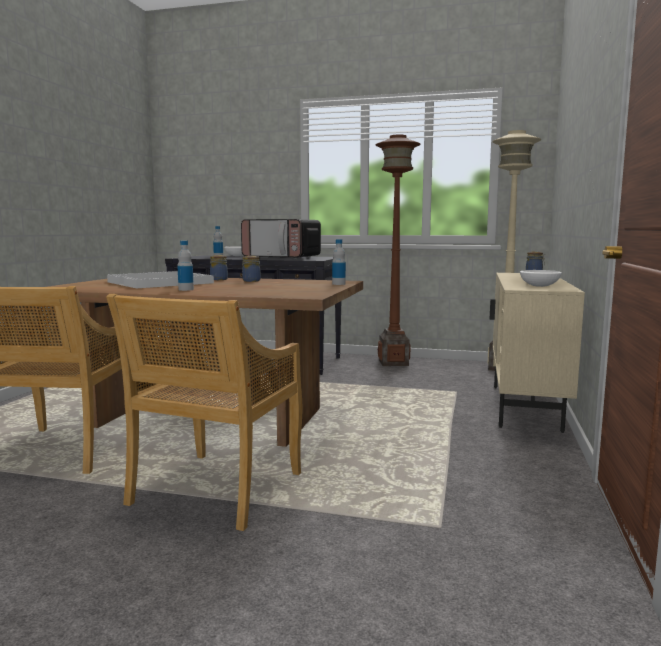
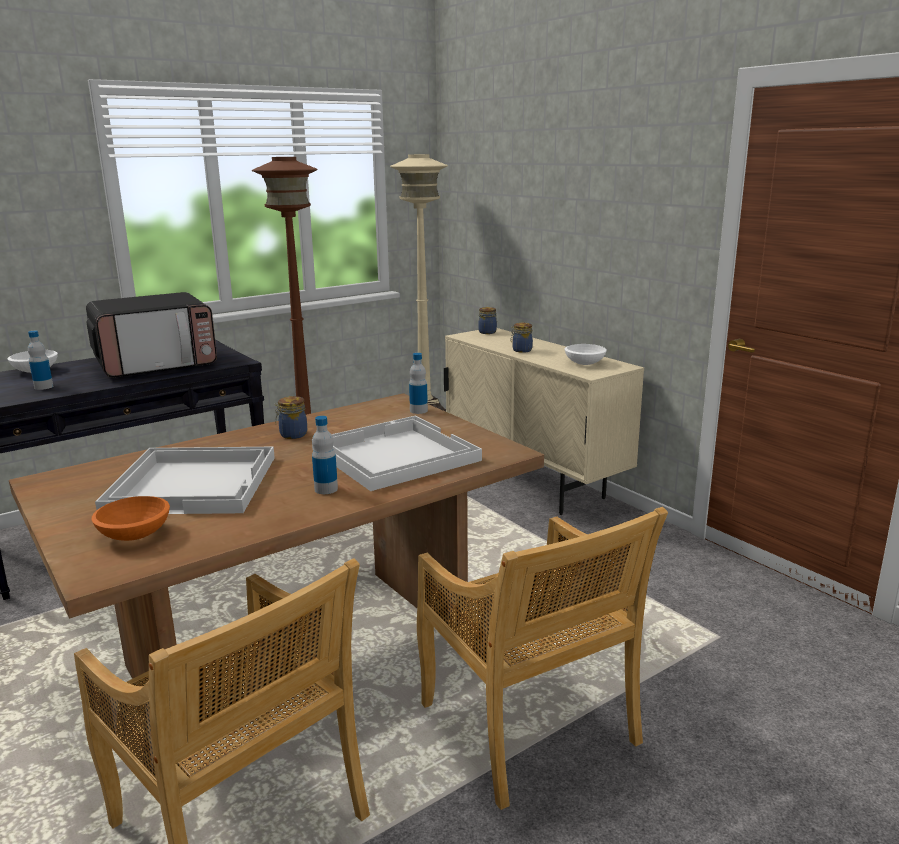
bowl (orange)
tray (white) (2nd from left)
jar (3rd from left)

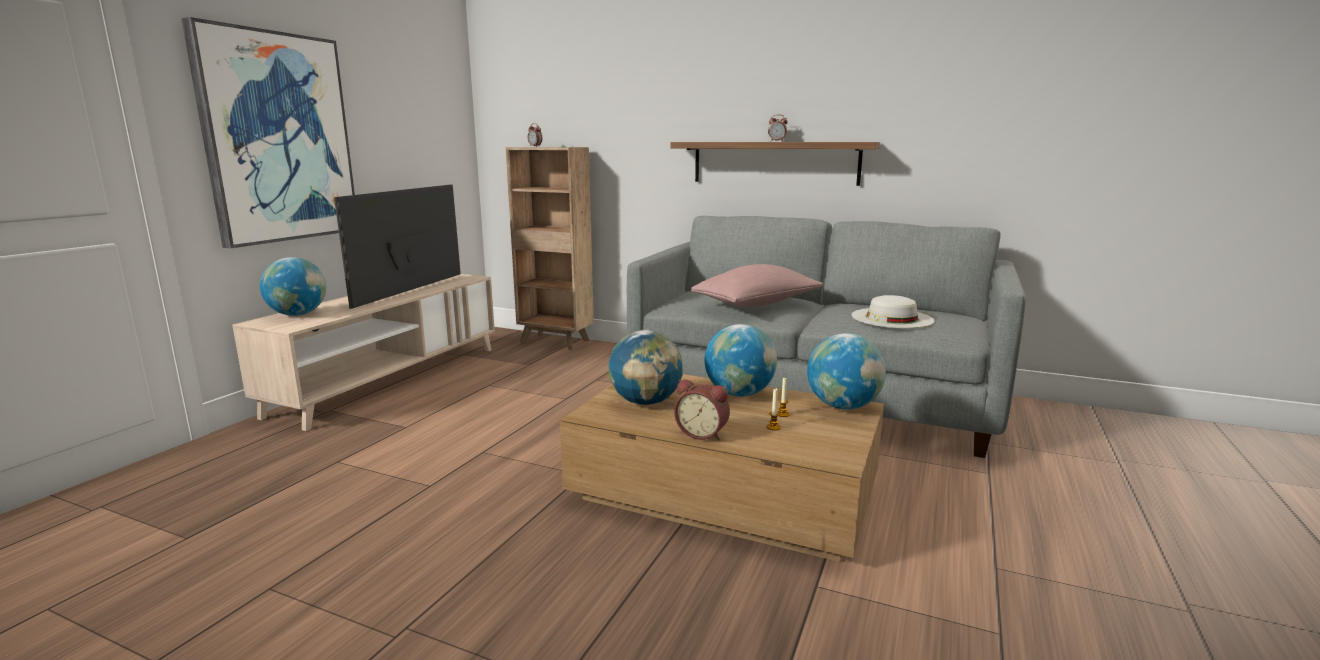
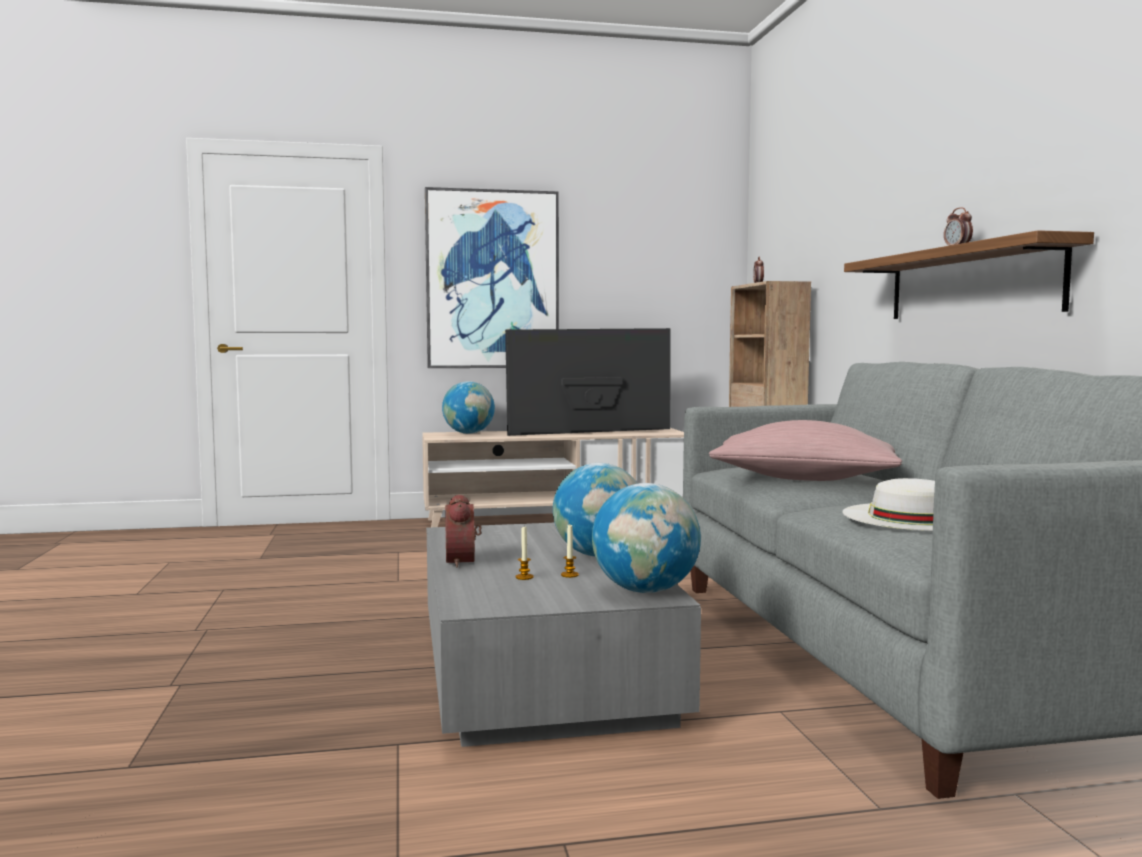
coffee table (grey)
globe (2nd from left in the first image)

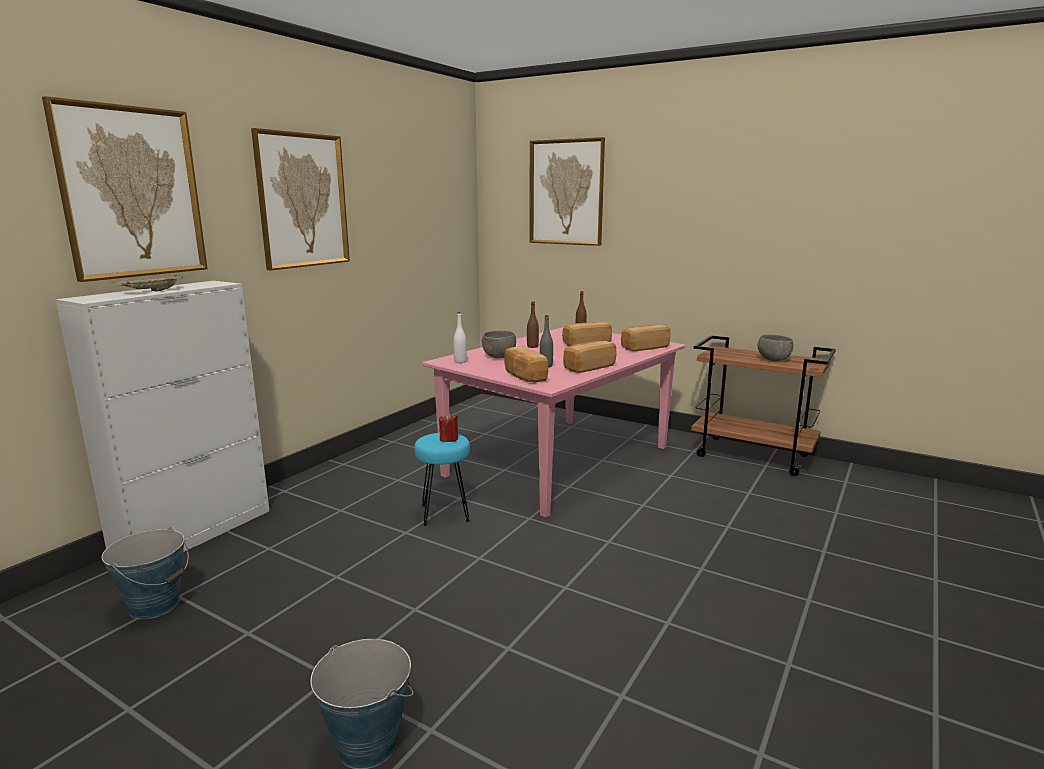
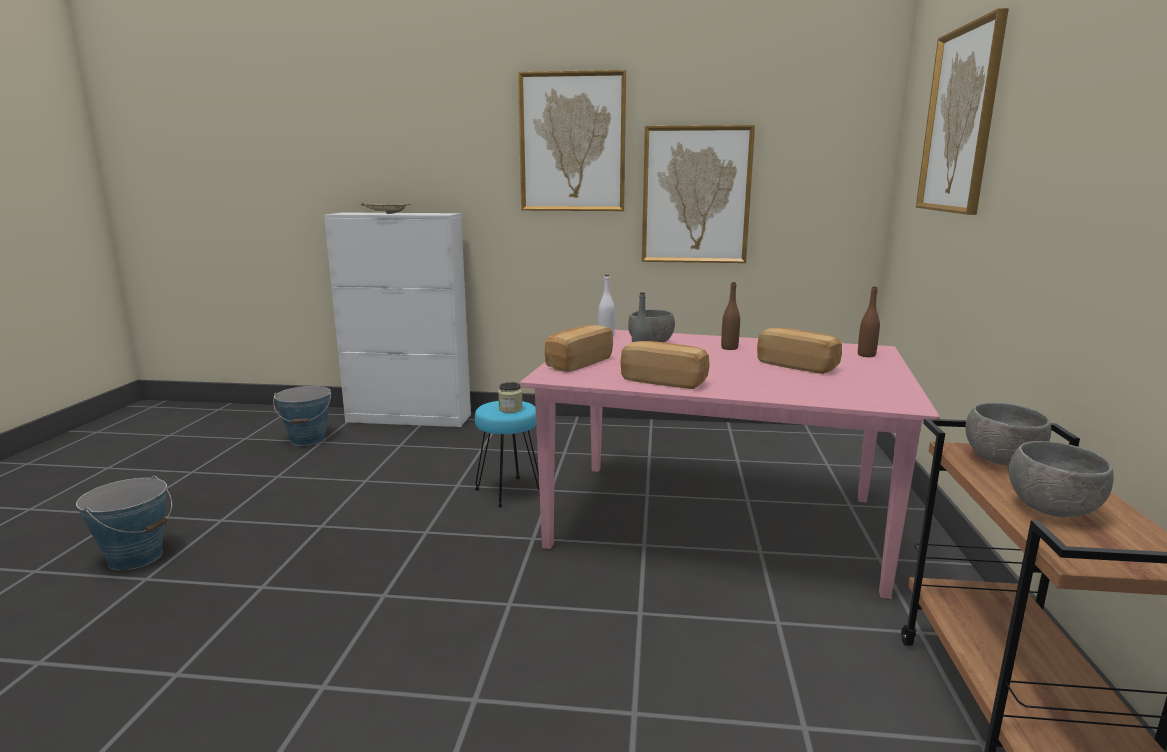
jar
picture (2nd from left)
bowl (grey) (2nd from left)
bread (4th from left in the first image)

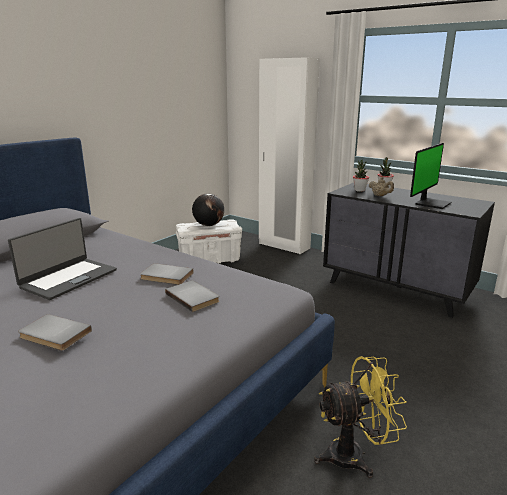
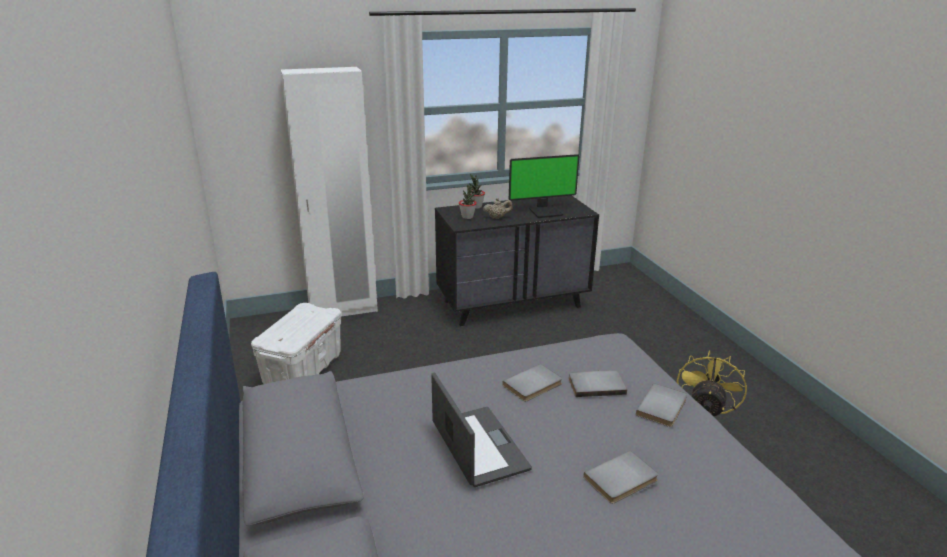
monitor
book (grey) (4th from left)
globe

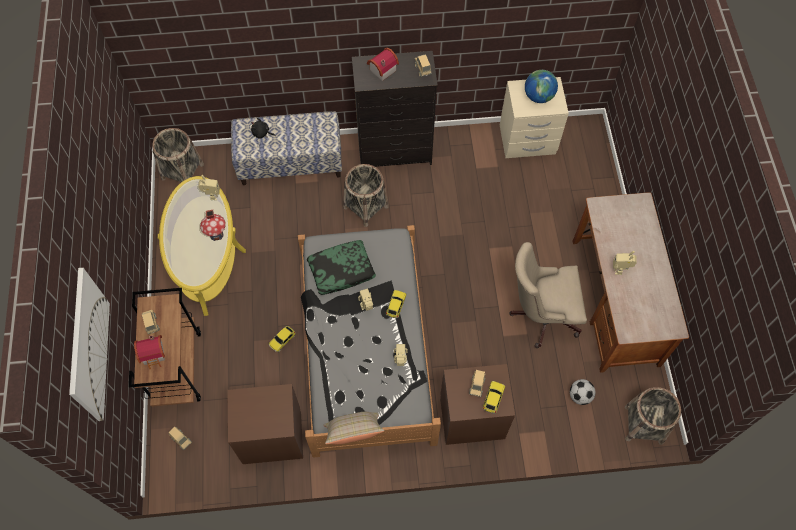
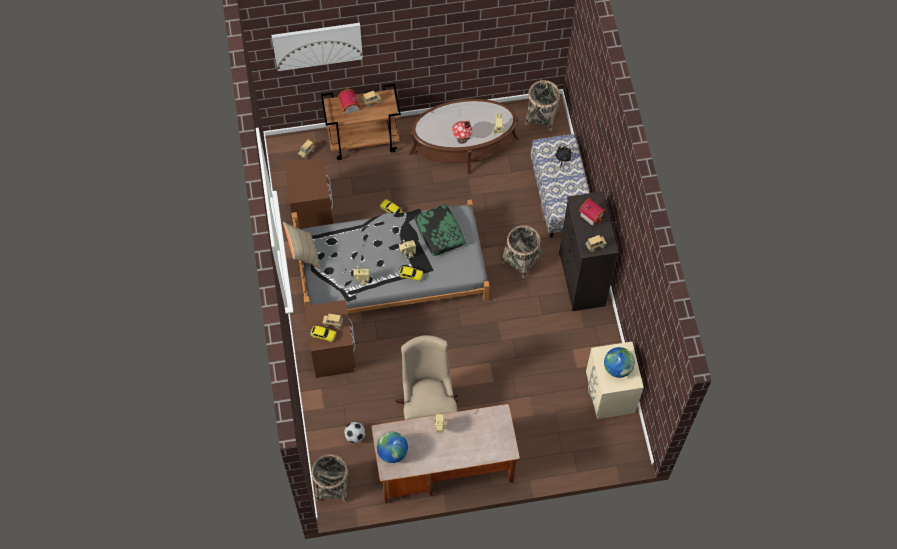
globe (1st from left)
coffee table (brown)

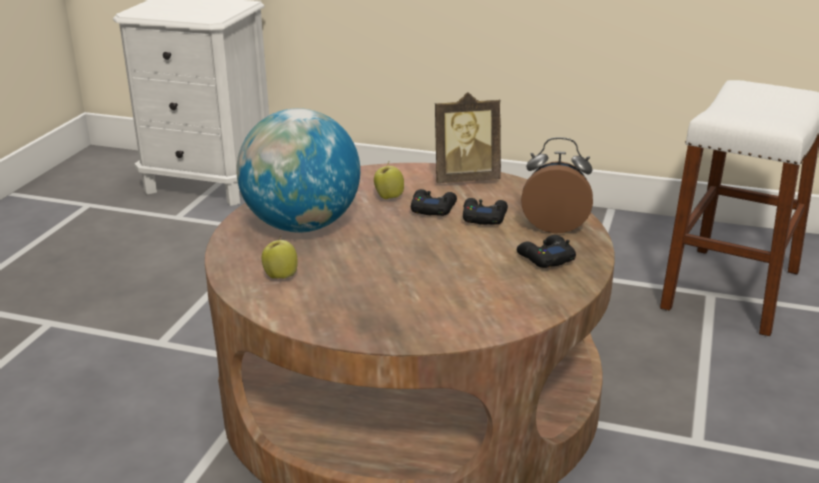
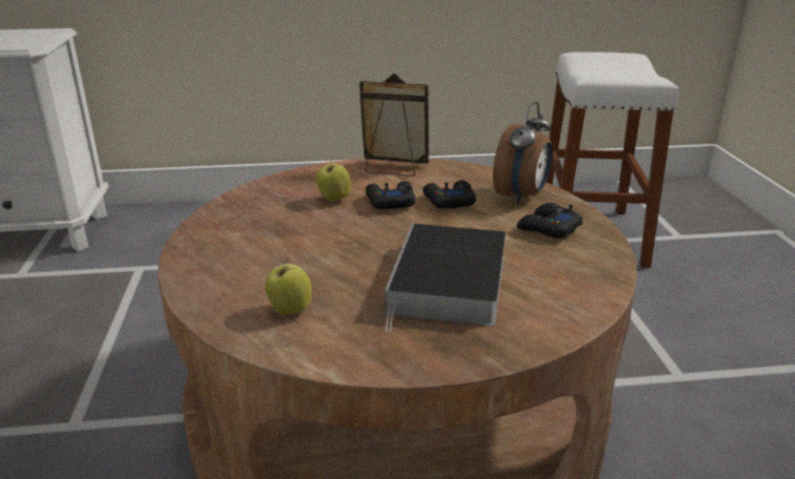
picture frame
book
alarm clock
globe

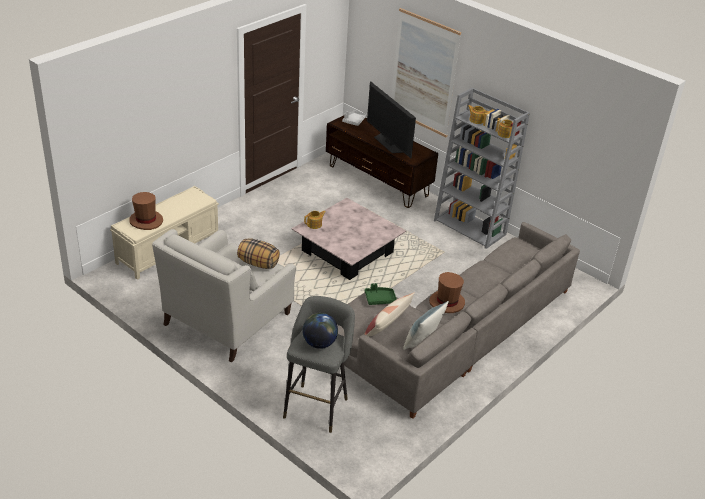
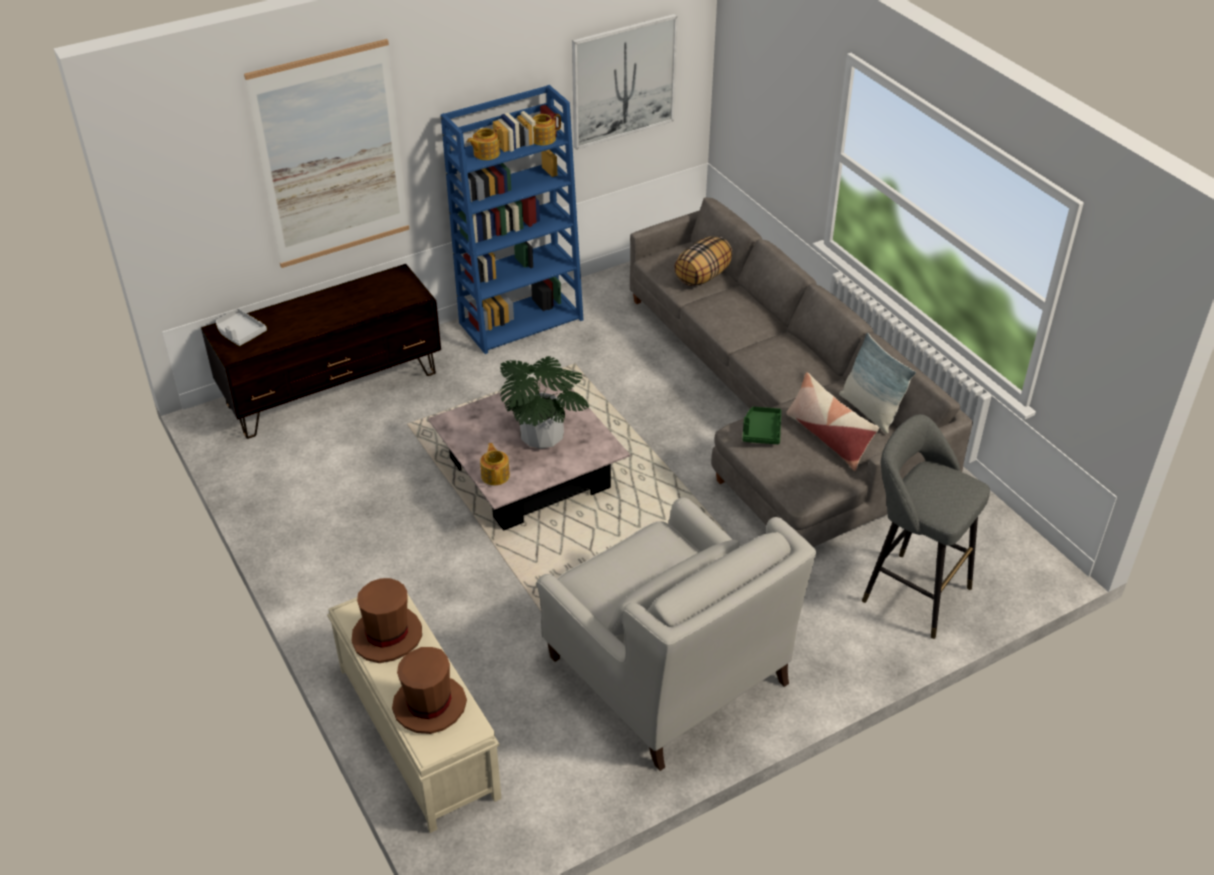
hat (brown) (1st from left)
bookcase (blue)
potted plant
picture (2nd from left)
pillow (1st from left)
globe
television

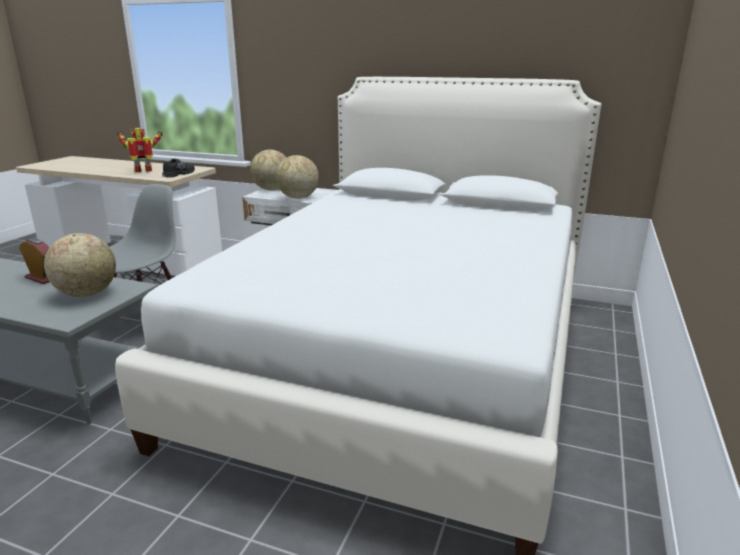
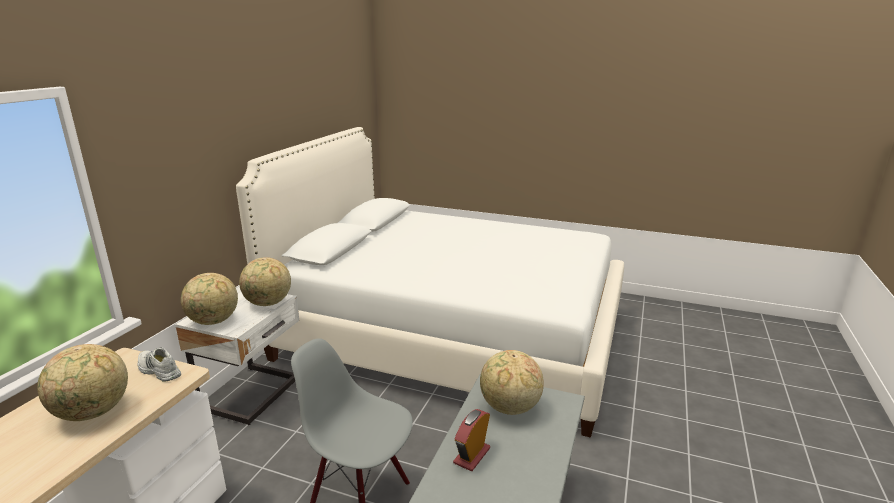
globe (1st from left)
shoe (white)

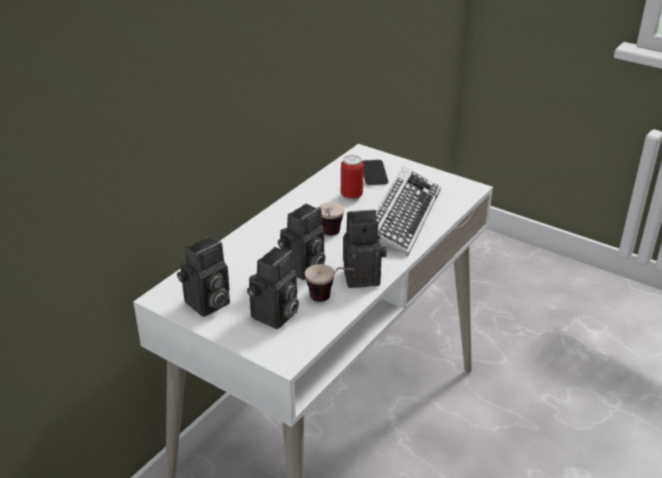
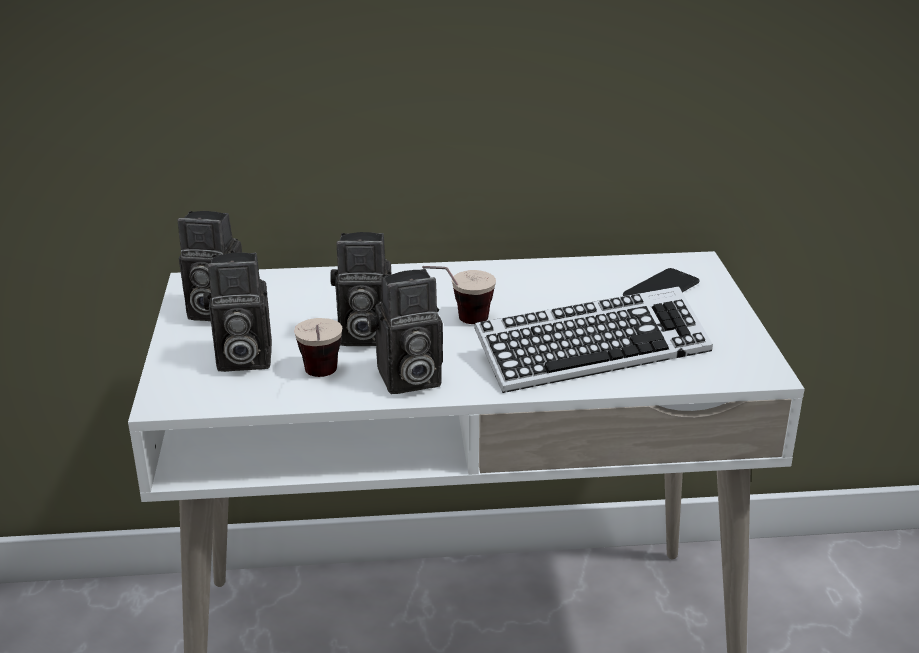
photo camera (4th from left)
can

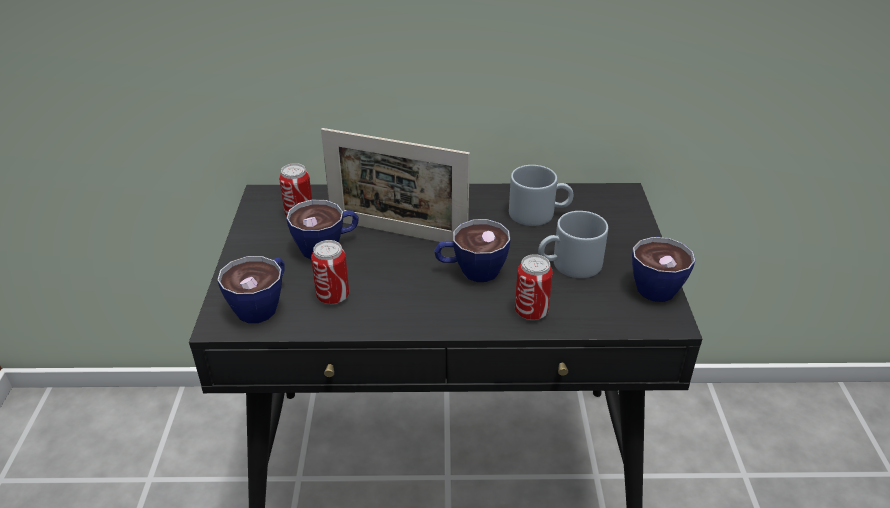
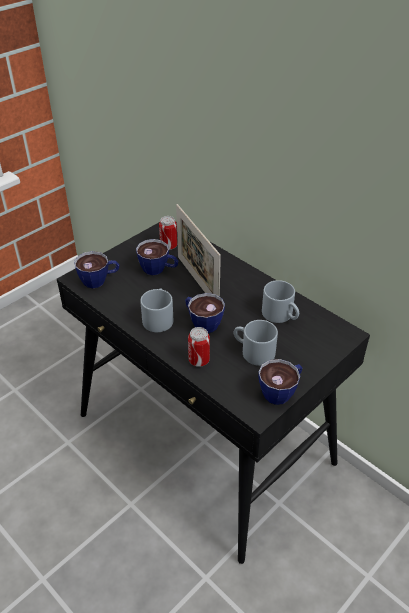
mug (grey) (1st from left)
can (2nd from left in the first image)

